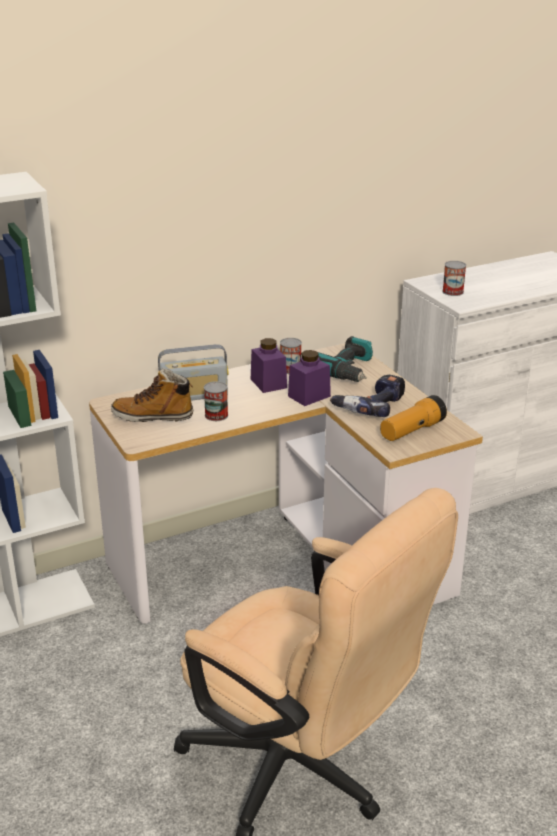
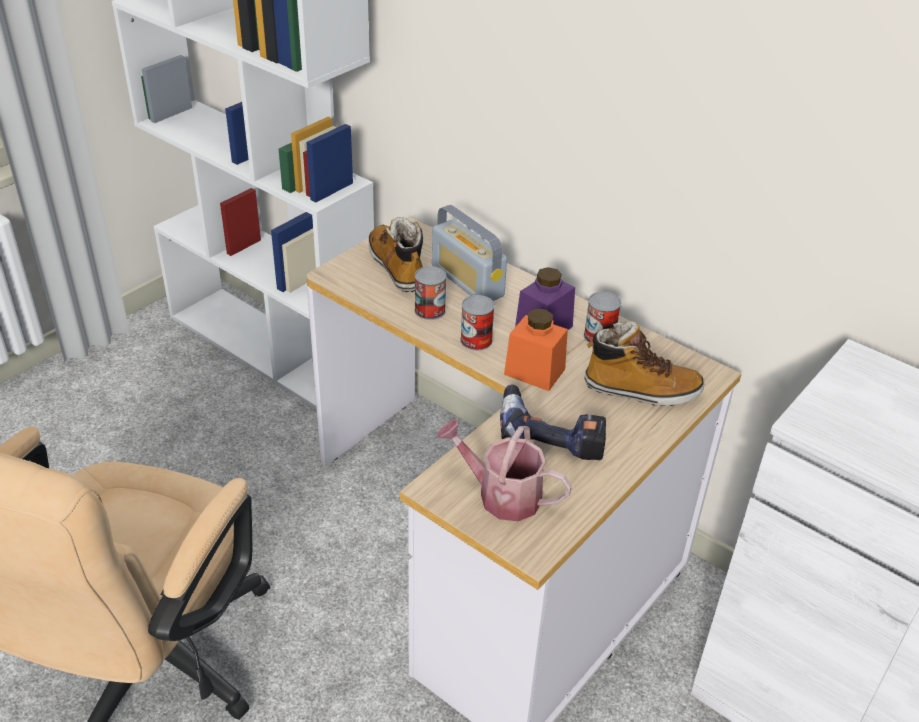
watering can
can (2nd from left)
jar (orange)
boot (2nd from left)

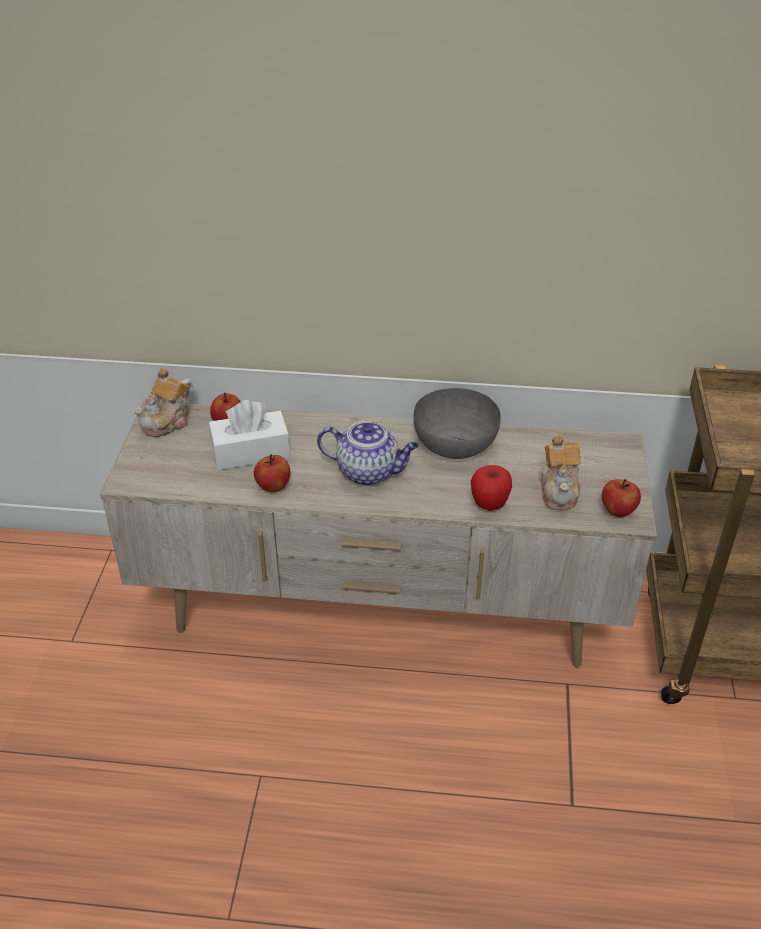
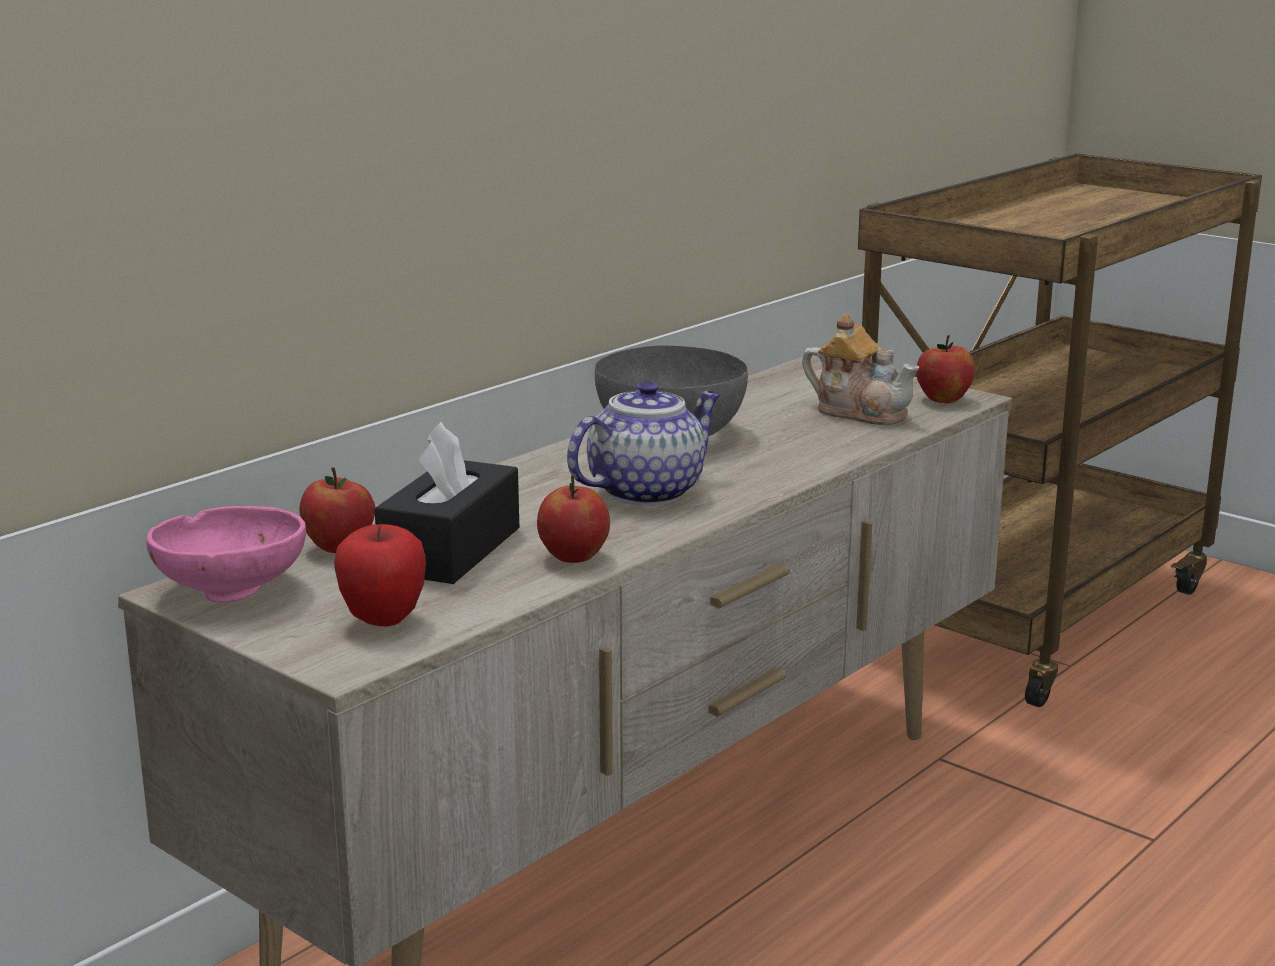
bowl (pink)
apple (2nd from left)
tissue box (black)

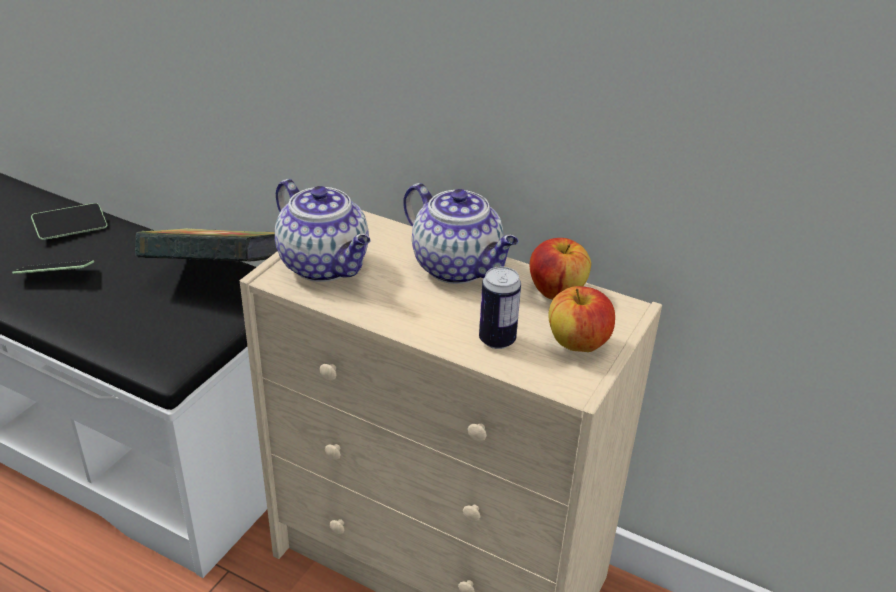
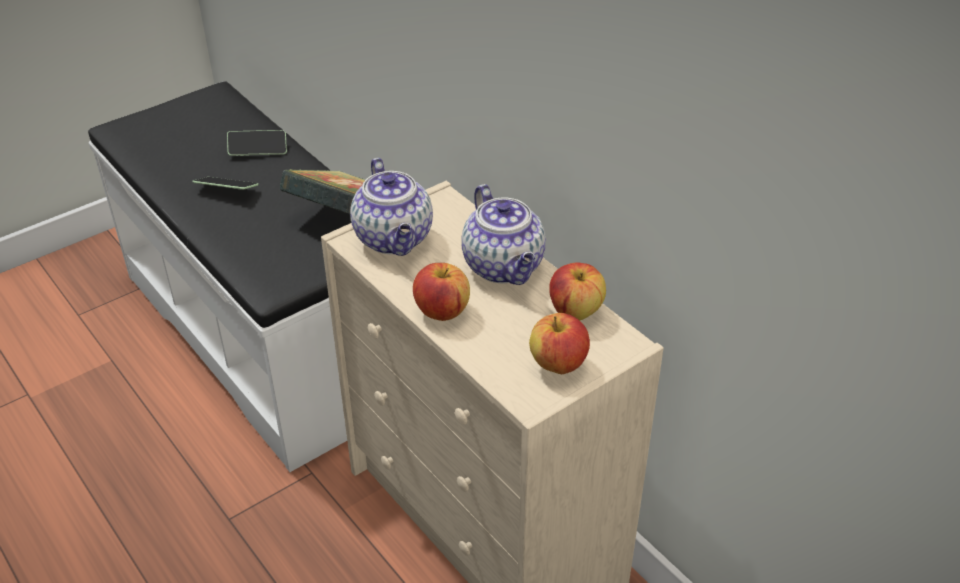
apple (1st from left)
can

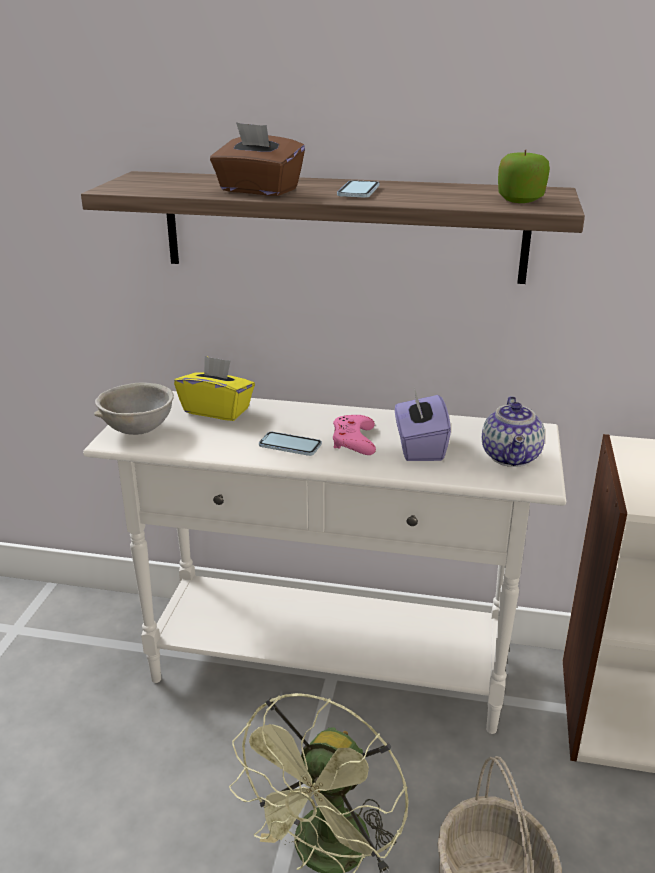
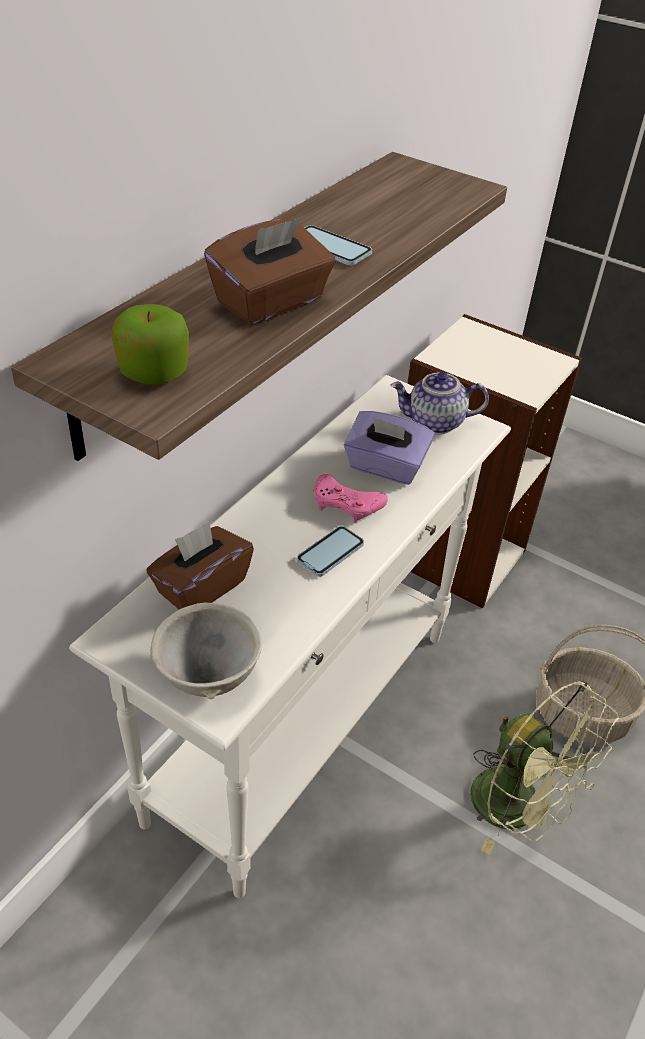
apple
tissue box (brown) (1st from left)
teapot

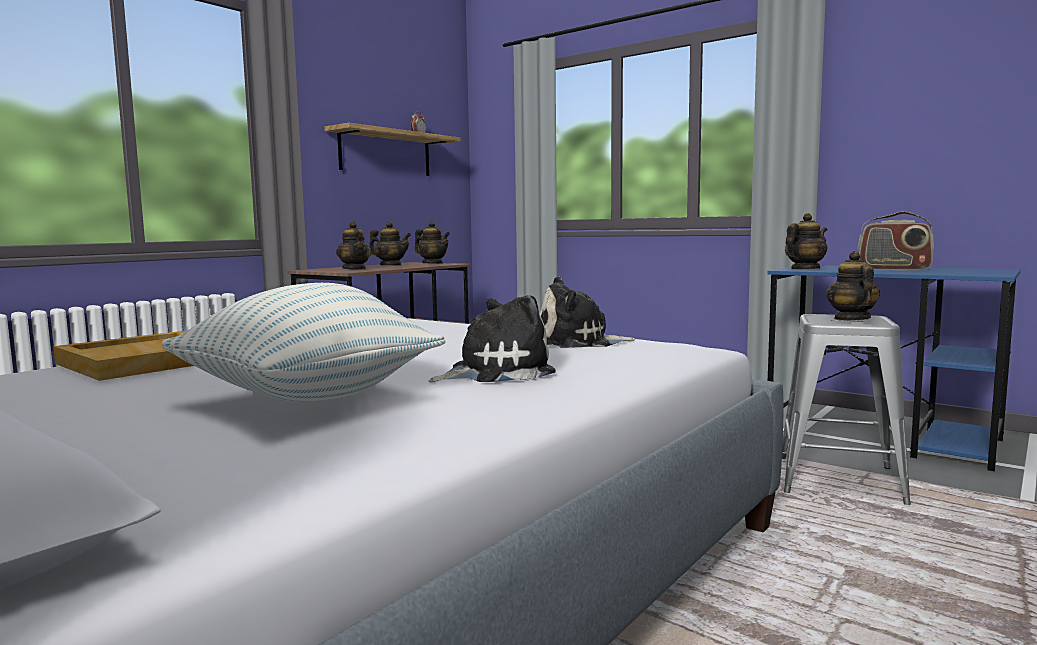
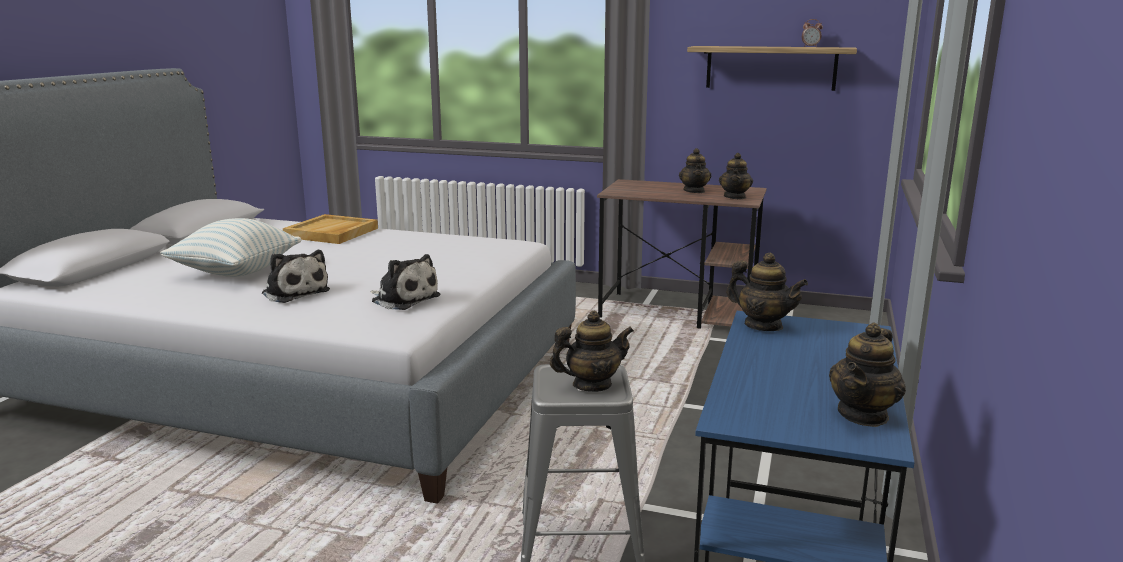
plush toy (2nd from left)
teapot (5th from left)
radio

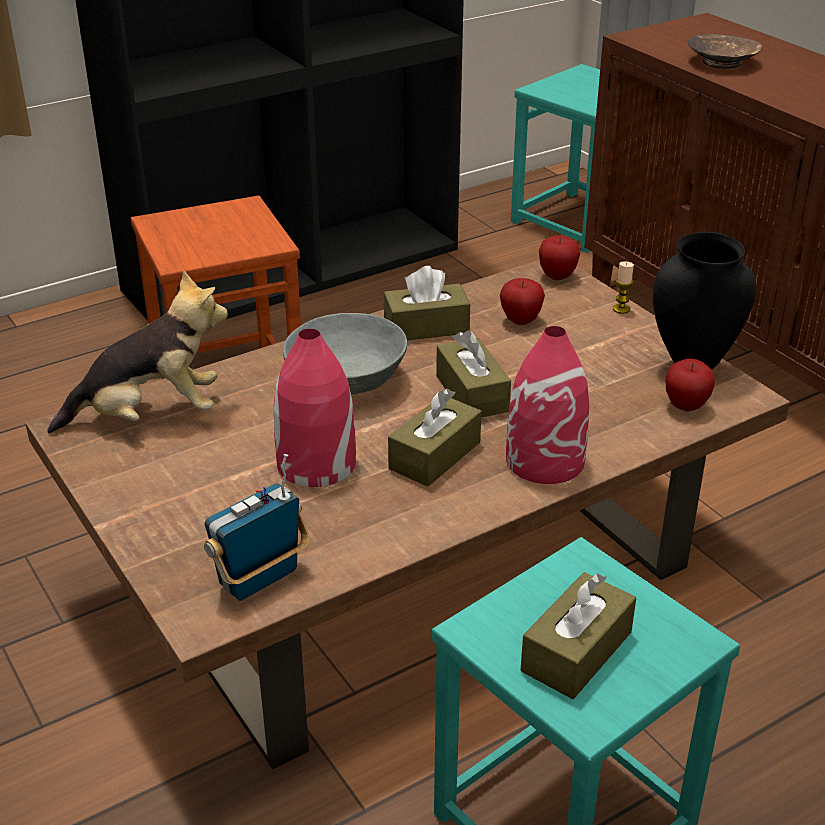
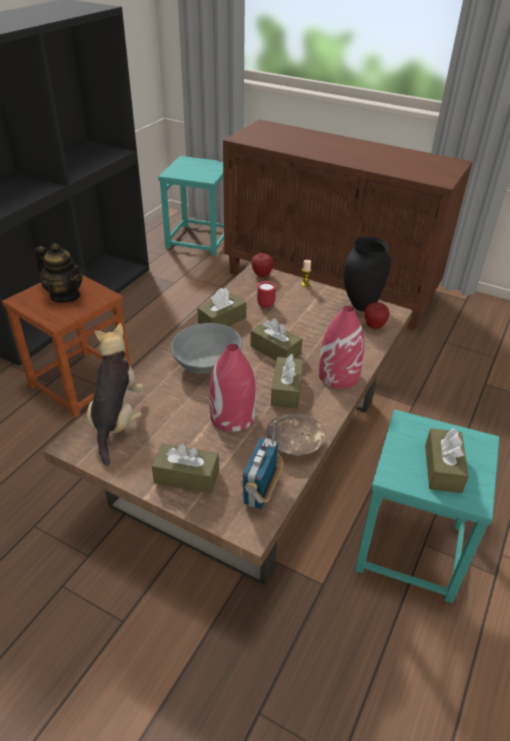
teapot
plush toy
tissue box (brown) (1st from left)
mug (red)
bowl (brown)

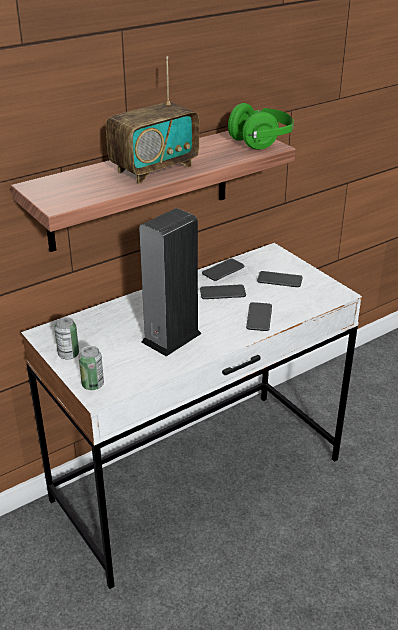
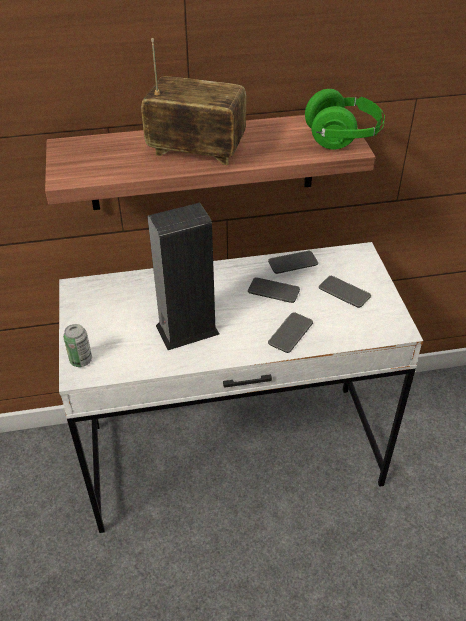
radio
can (1st from left in the first image)

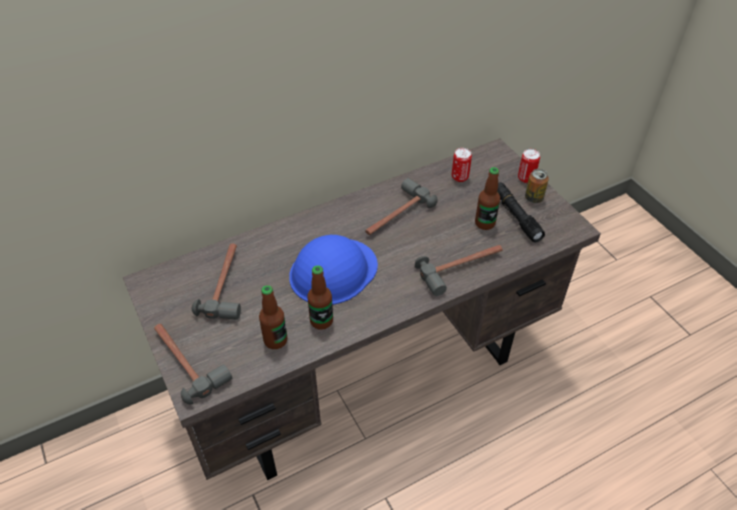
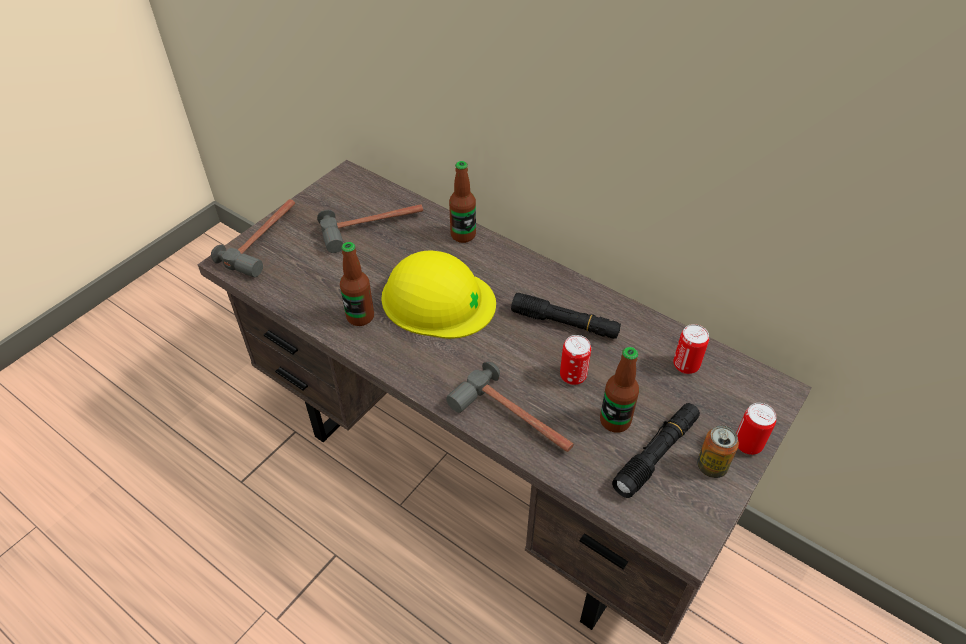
hard hat (yellow)
bottle (2nd from left)
flashlight (black) (1st from left)
can (1st from left)

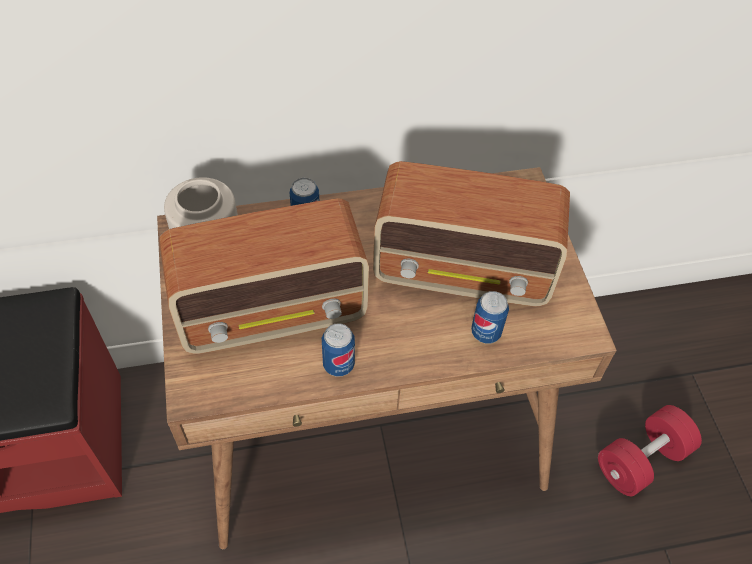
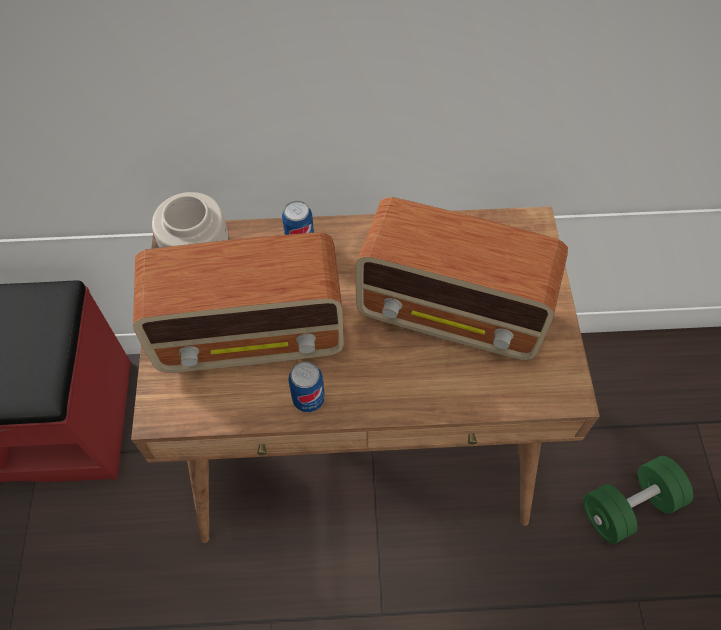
dumbbell (green)
can (3rd from left in the first image)

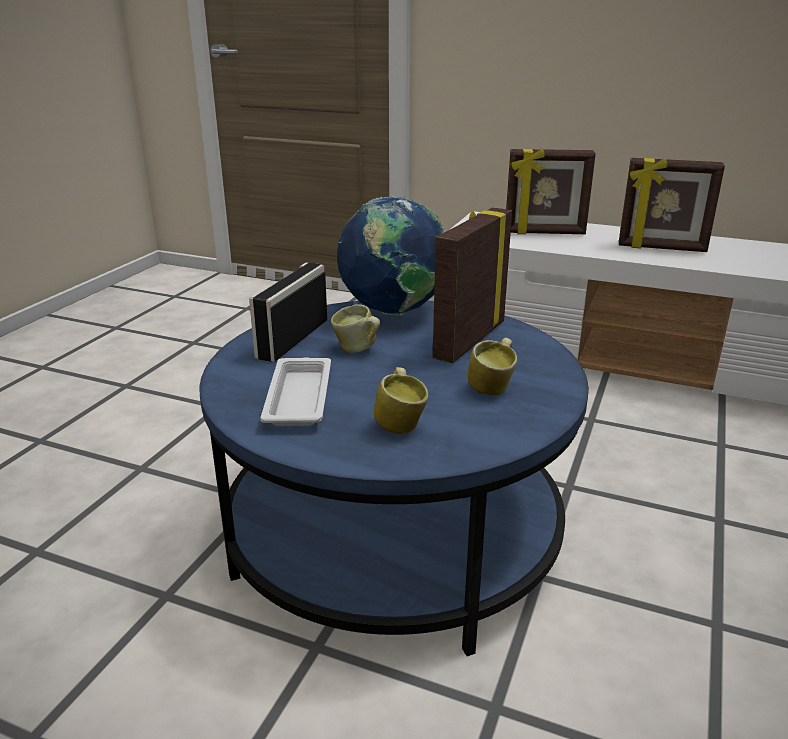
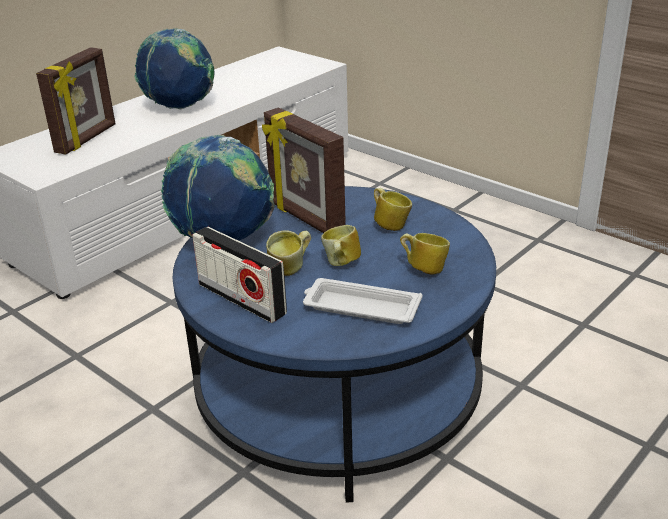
globe (1st from left)
mug (2nd from left)

